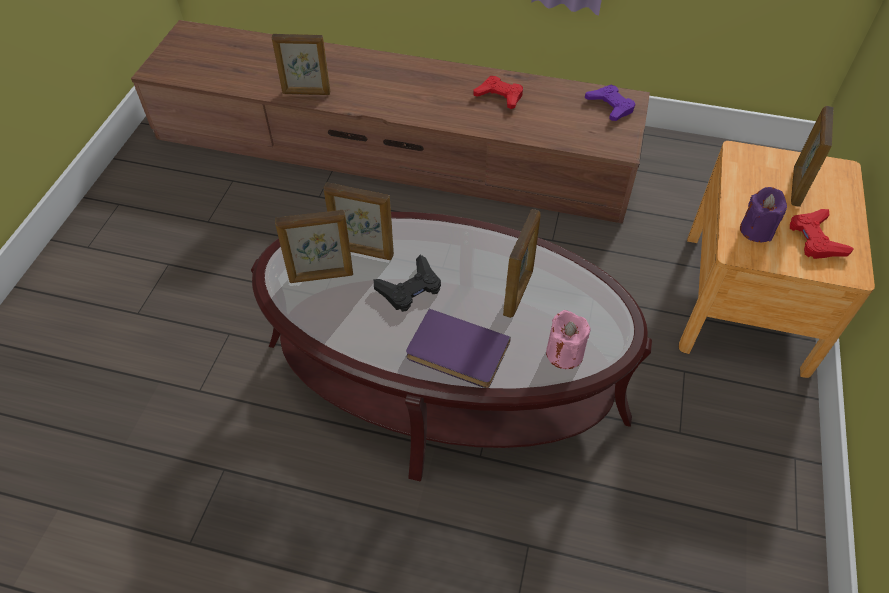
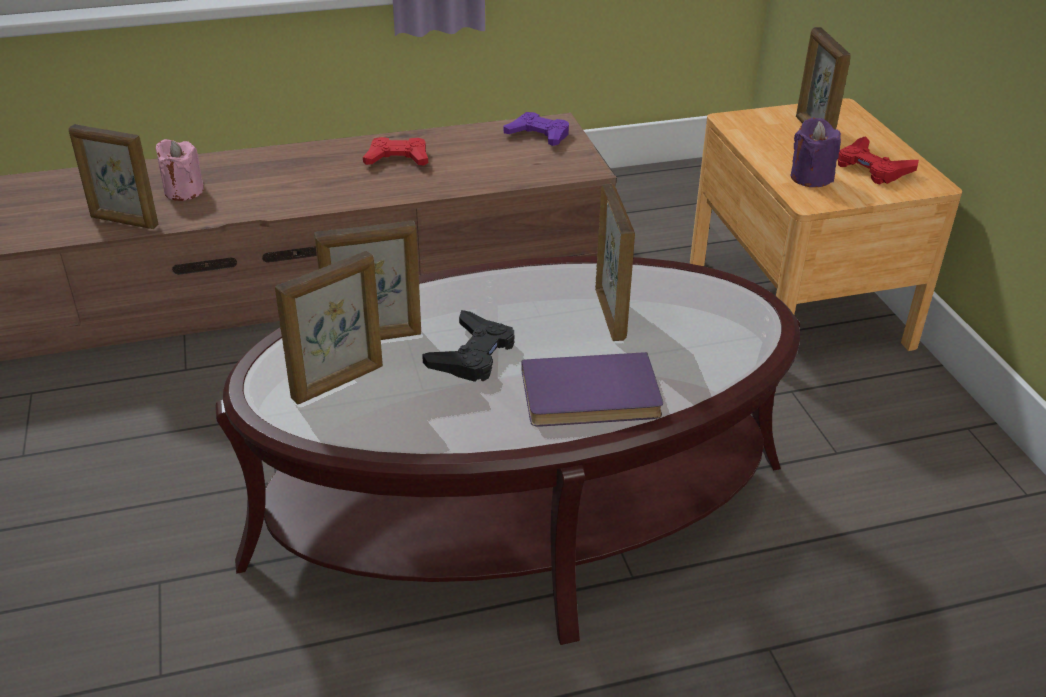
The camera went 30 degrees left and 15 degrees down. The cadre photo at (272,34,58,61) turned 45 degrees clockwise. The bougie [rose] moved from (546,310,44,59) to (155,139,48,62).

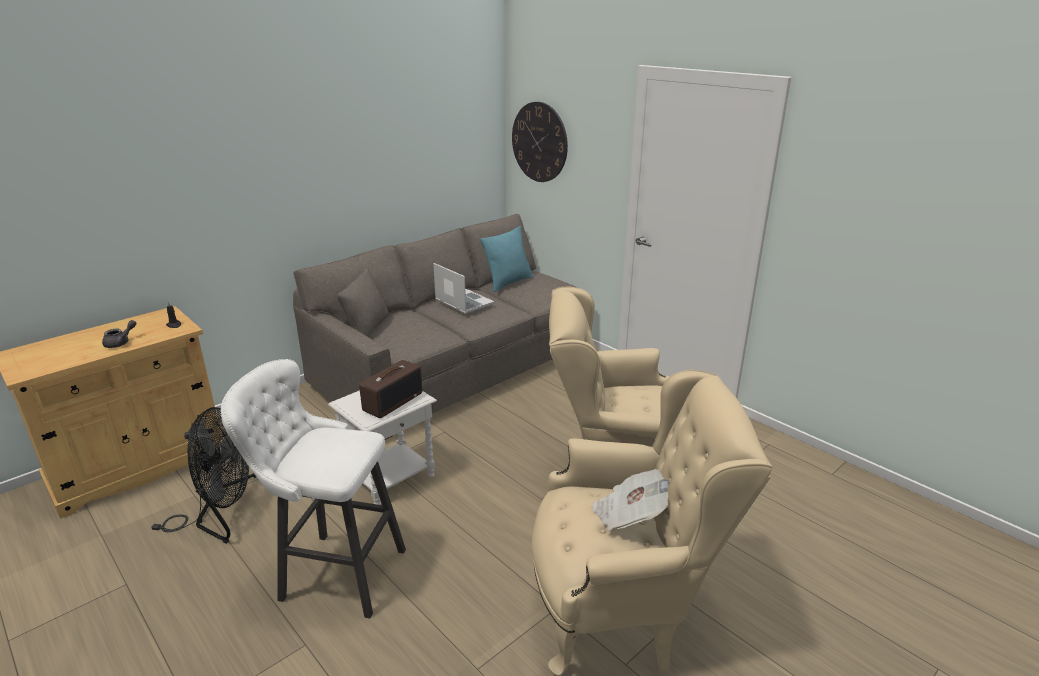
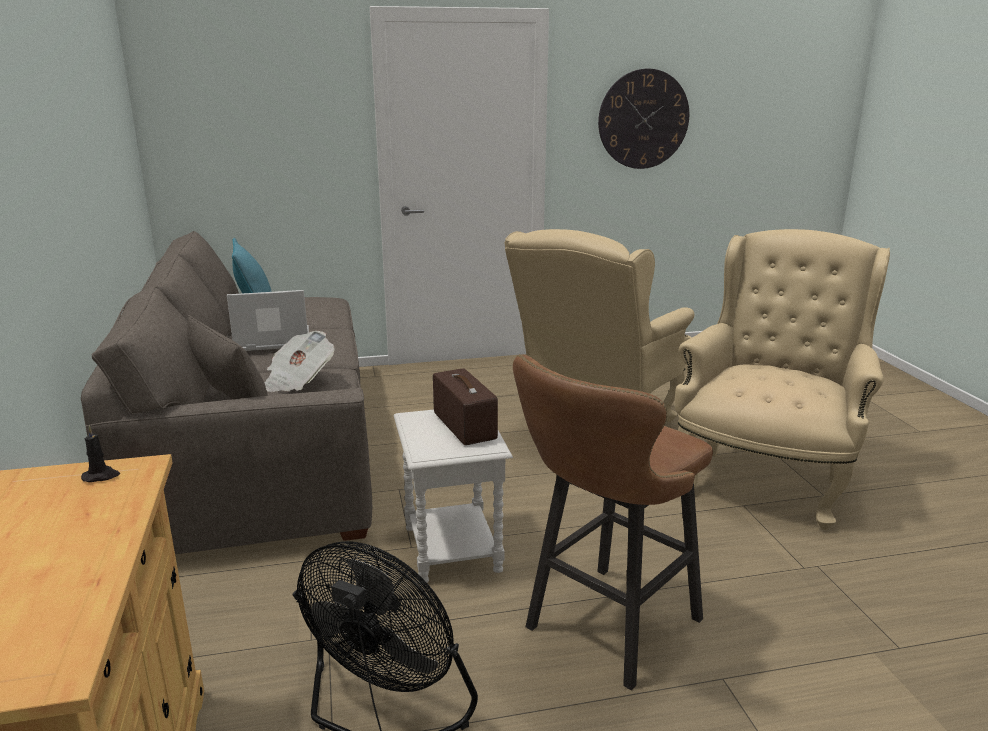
The camera went 60 degrees left and 5 degrees down. The horloge murale moved from (512,102,56,80) to (598,69,91,100). The théière [gris] at (102,320,34,28) disappeared. The tabouret [blanc] at (221,359,185,260) became the tabouret [marron] at (513,354,200,336). The journal moved from (592,469,78,62) to (265,331,70,61).

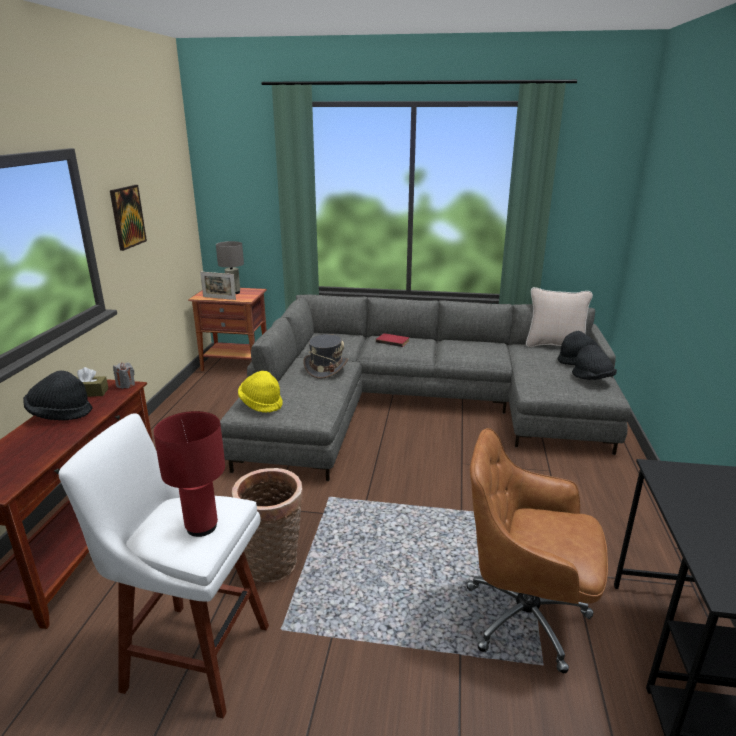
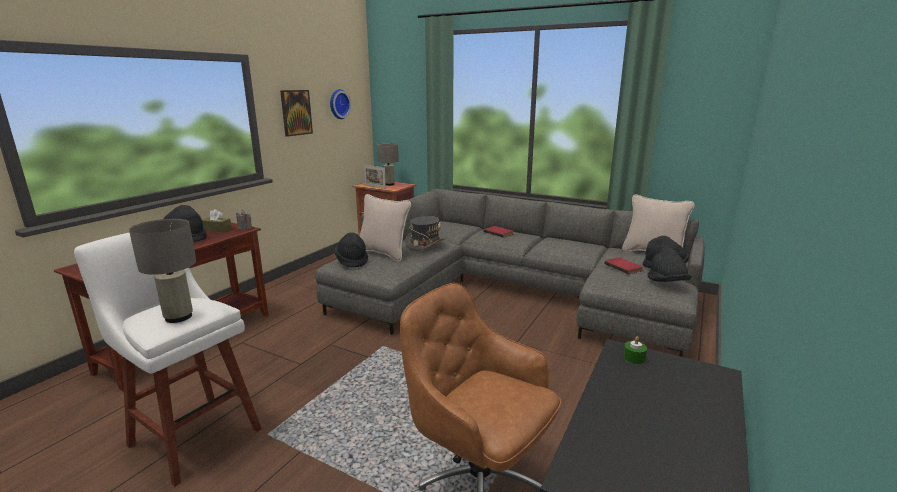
The camera went 20 degrees right and 5 degrees down. The chapeau [jaune] at (238,371,45,42) became the chapeau [noir] at (334,232,34,35). The lampe de table [rouge] at (154,411,71,126) became the lampe de table [gris] at (129,219,67,104). The panier at (232,468,71,114) disappeared. The horloge murale at (330,89,21,30) appeared. The coussin [beige] at (359,194,52,68) appeared. The livre [rouge] at (604,257,39,17) appeared. The bougie [vert] at (623,336,24,28) appeared.

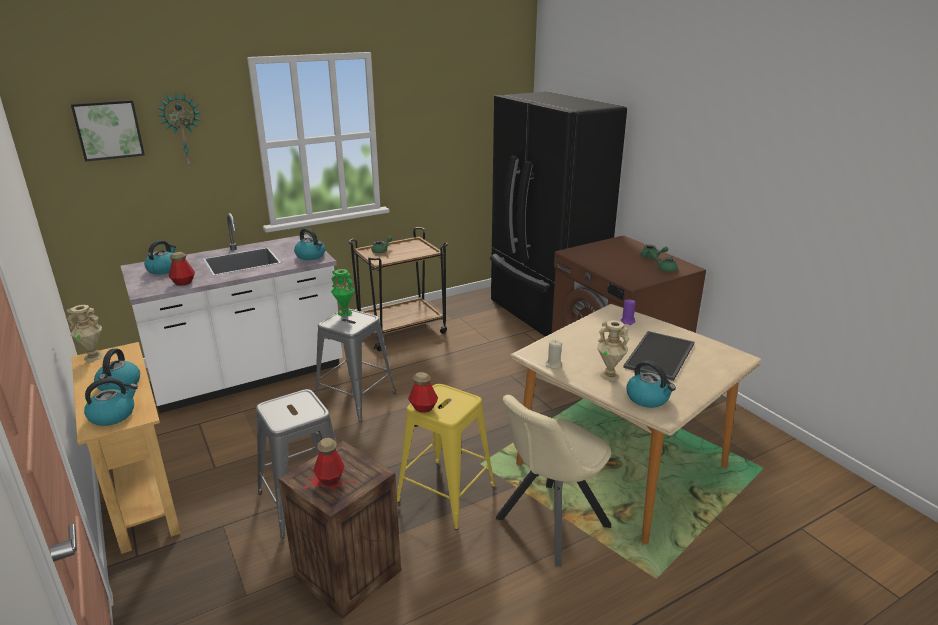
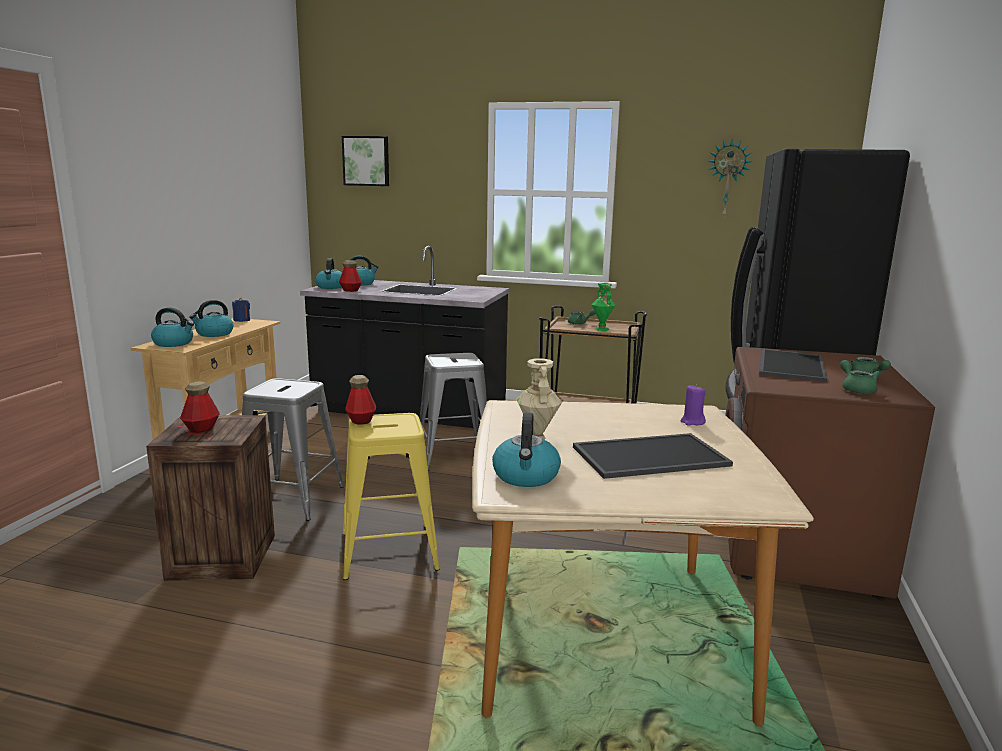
The camera went 45 degrees right and 10 degrees down. The horloge murale moved from (157,93,44,75) to (709,139,43,77). The comptoir de cuisine [blanc] at (121,213,222,201) became the comptoir de cuisine [noir] at (300,246,209,182). The bouilloire moved from (294,228,31,32) to (315,258,27,31). The vase [vert] moved from (331,269,24,47) to (592,283,23,48). The vase [beige] at (67,305,37,56) was replaced by the bougie [bleu] at (232,298,18,24). The bougie [beige] at (545,340,17,29) disappeared. The chaise [beige] at (496,395,115,172) disappeared. The plateau at (759,349,68,33) appeared.

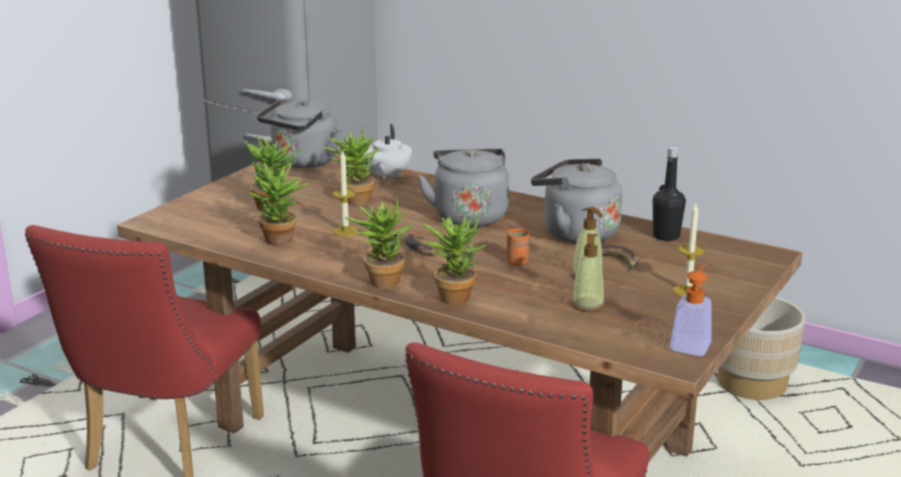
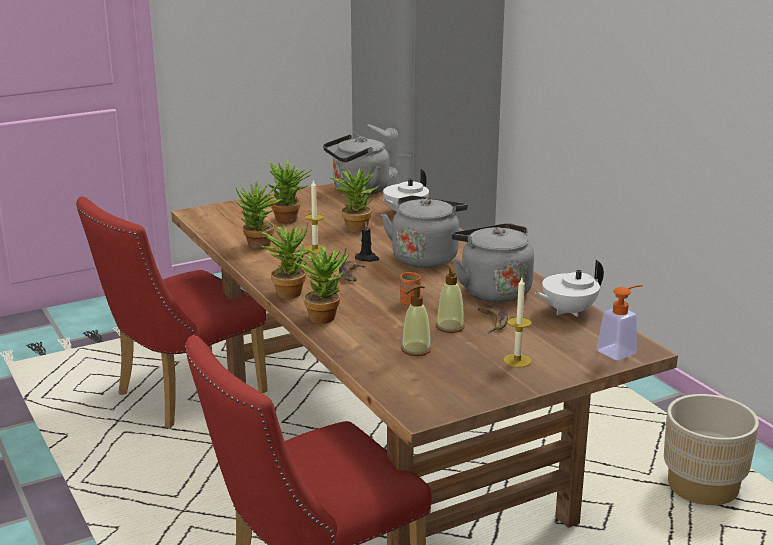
The camera went 30 degrees right and 0 degrees up. The bouteille [noir] at (653,146,33,95) was replaced by the théière [blanc] at (534,260,70,57). The distributeur de savon moved from (670,264,41,92) to (597,285,46,75). The bougie [noir] at (355,221,24,41) appeared.

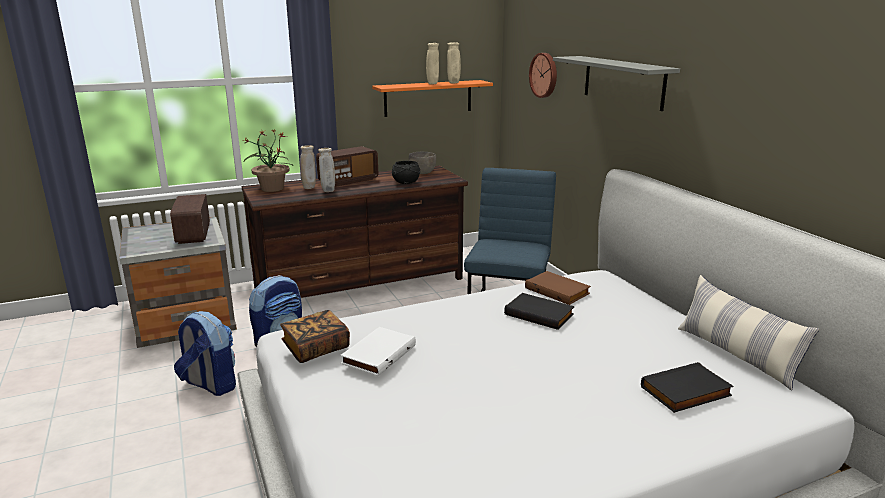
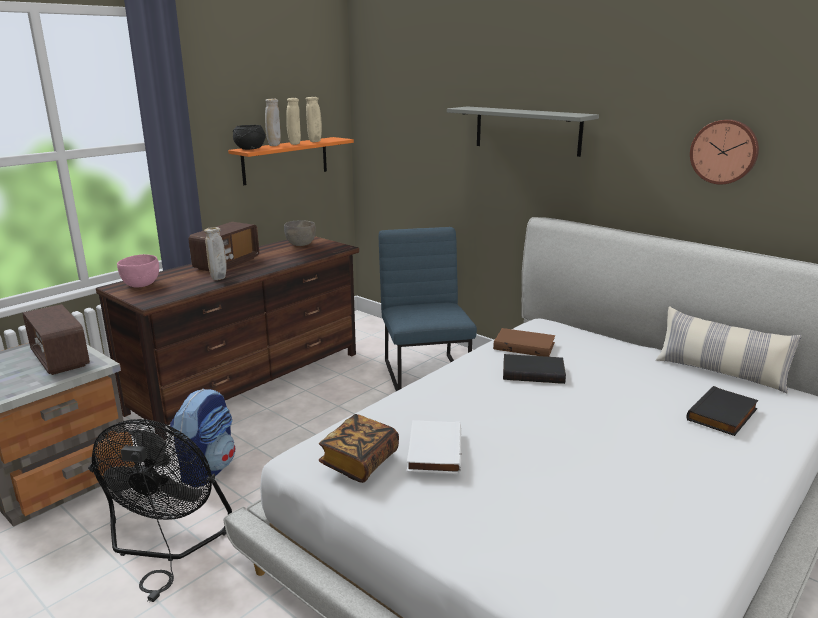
The camera went 25 degrees left and 0 degrees up. The horloge murale moved from (529,53,28,45) to (690,119,69,66). The plante en pot at (242,129,51,63) was replaced by the bol [rose] at (117,254,42,34). The vase [beige] moved from (300,145,16,44) to (265,99,16,47). The bol [noir] moved from (392,161,28,23) to (233,125,33,25). The sac à dos at (174,311,62,85) was replaced by the ventilateur [noir] at (88,419,144,183).

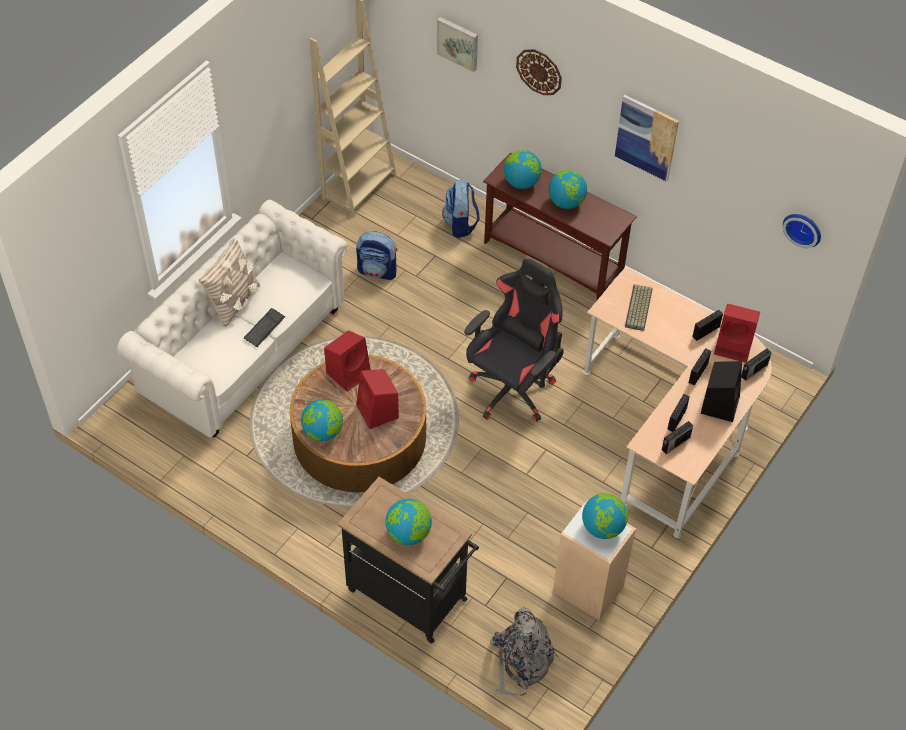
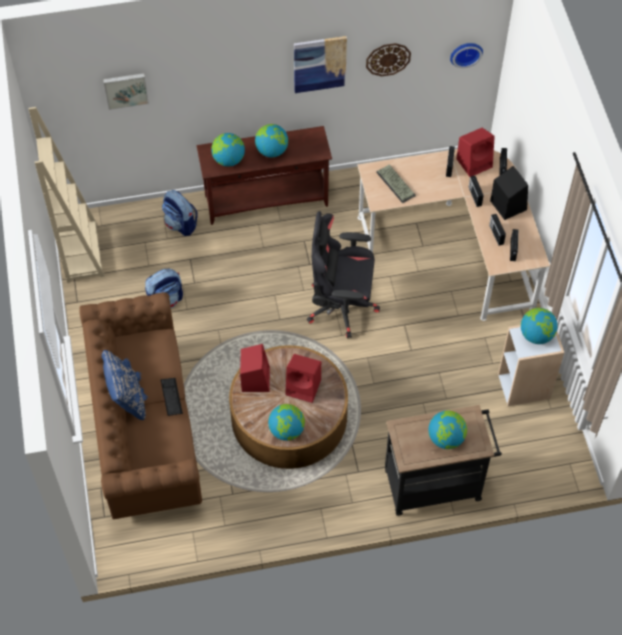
The camera went 45 degrees left and 5 degrees up. The horloge murale moved from (516,49,46,46) to (366,43,45,33). The canapé [blanc] at (117,200,230,238) became the canapé [marron] at (79,292,123,227). The coussin [beige] at (199,238,61,89) became the coussin [bleu] at (102,350,46,70). The chaise de bureau [noir] at (464,259,100,163) turned 75 degrees counterclockwise. The sac à dos [gris] at (490,607,69,89) disappeared.

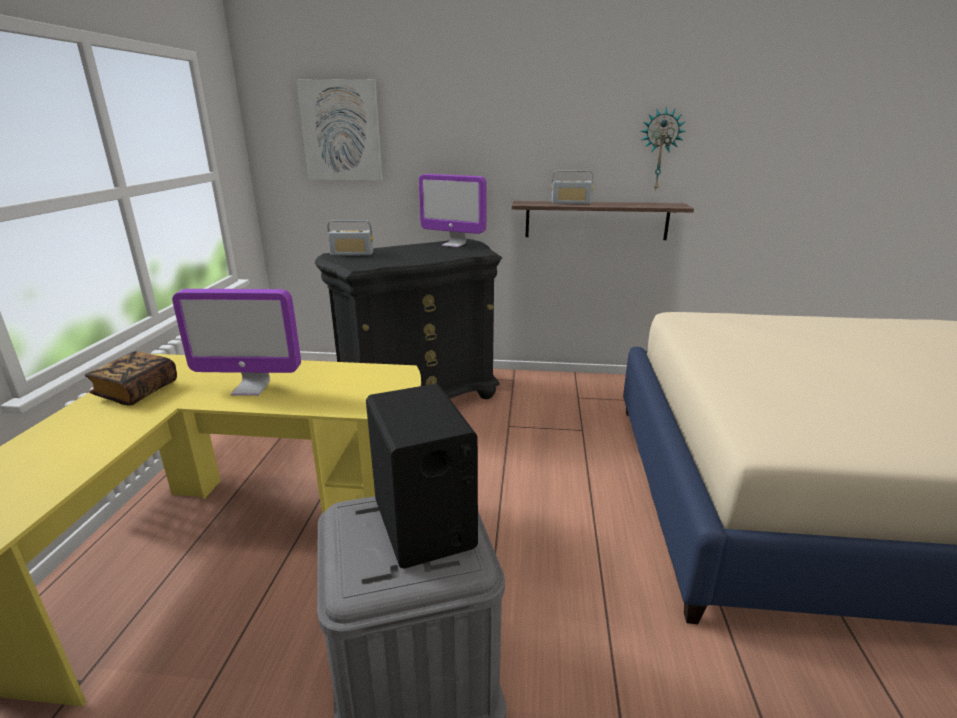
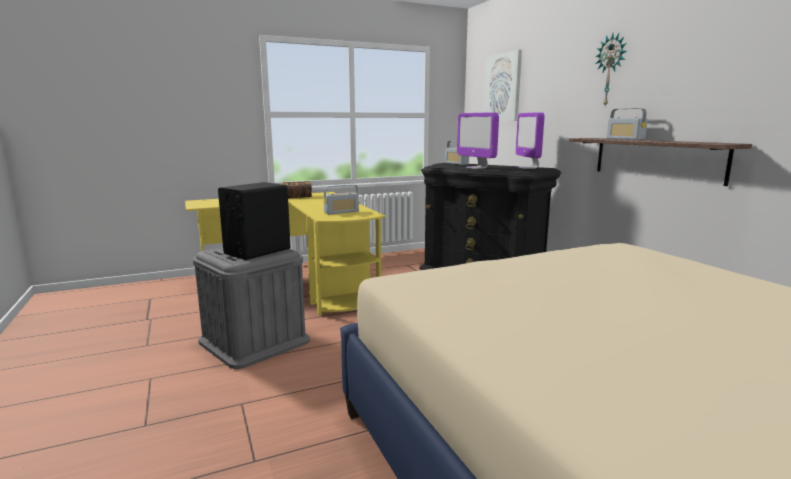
The camera went 60 degrees right and 10 degrees down. The horloge murale moved from (641,106,45,86) to (596,33,31,73). The écran d'ordinateur moved from (172,289,129,107) to (457,112,42,57). The radio at (324,184,35,30) appeared.

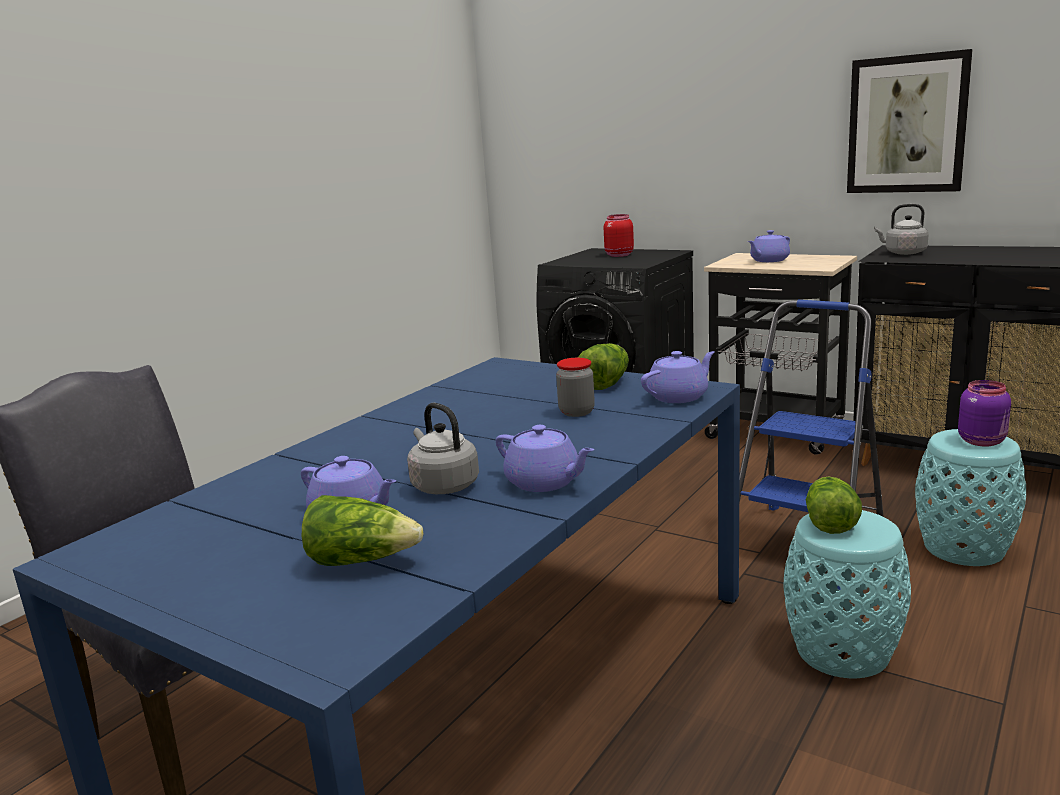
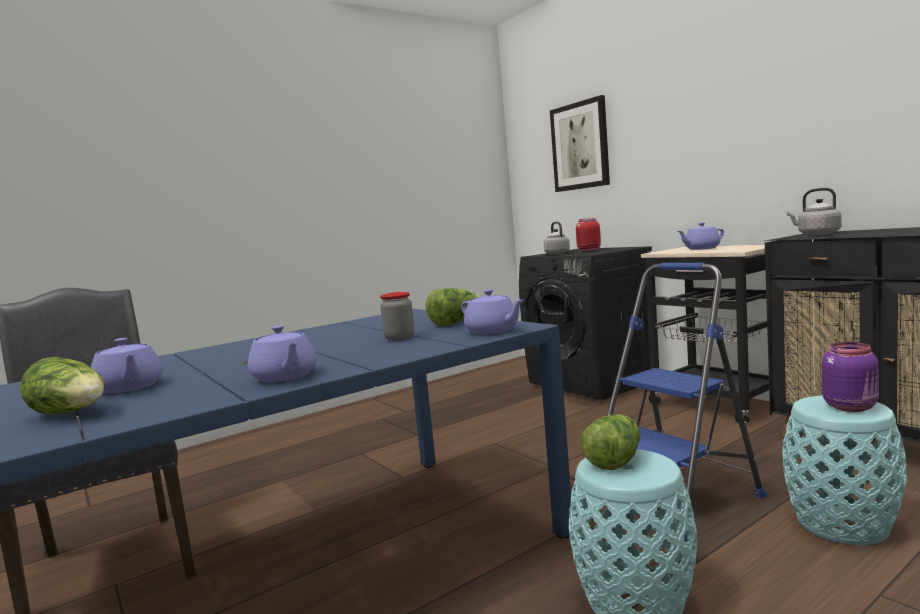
The camera went 20 degrees right and 10 degrees down. The tableau moved from (847,49,126,144) to (550,95,60,97). The théière [violet] at (641,351,74,52) turned 60 degrees clockwise. The bouilloire [gris] moved from (407,402,72,92) to (544,221,26,33).

